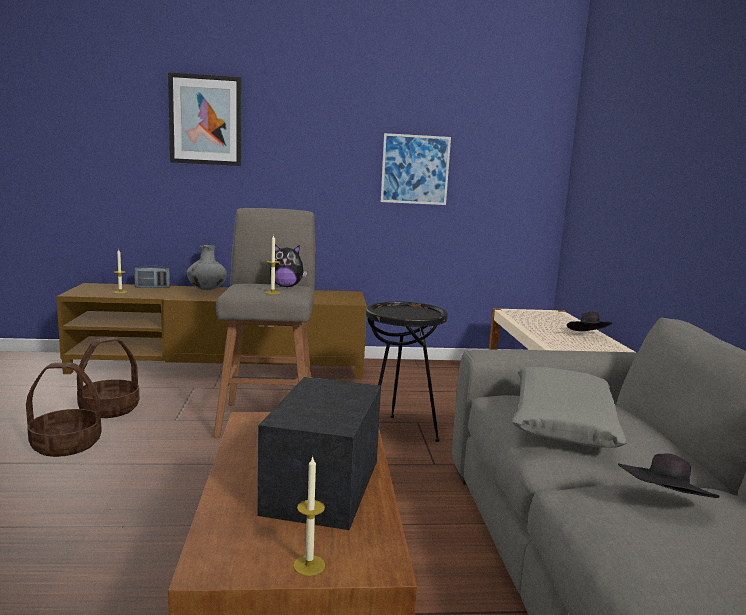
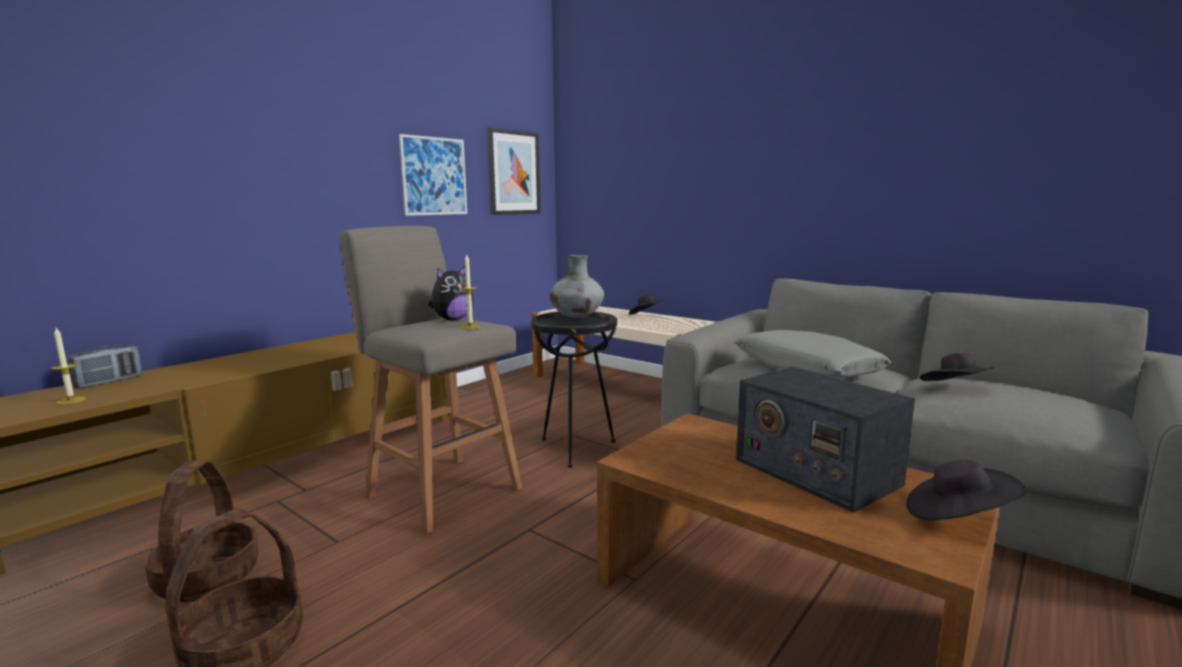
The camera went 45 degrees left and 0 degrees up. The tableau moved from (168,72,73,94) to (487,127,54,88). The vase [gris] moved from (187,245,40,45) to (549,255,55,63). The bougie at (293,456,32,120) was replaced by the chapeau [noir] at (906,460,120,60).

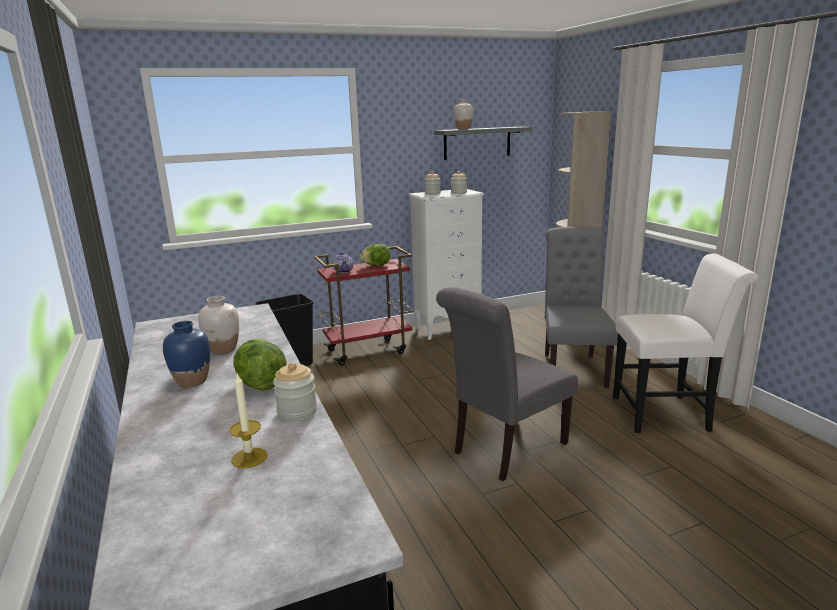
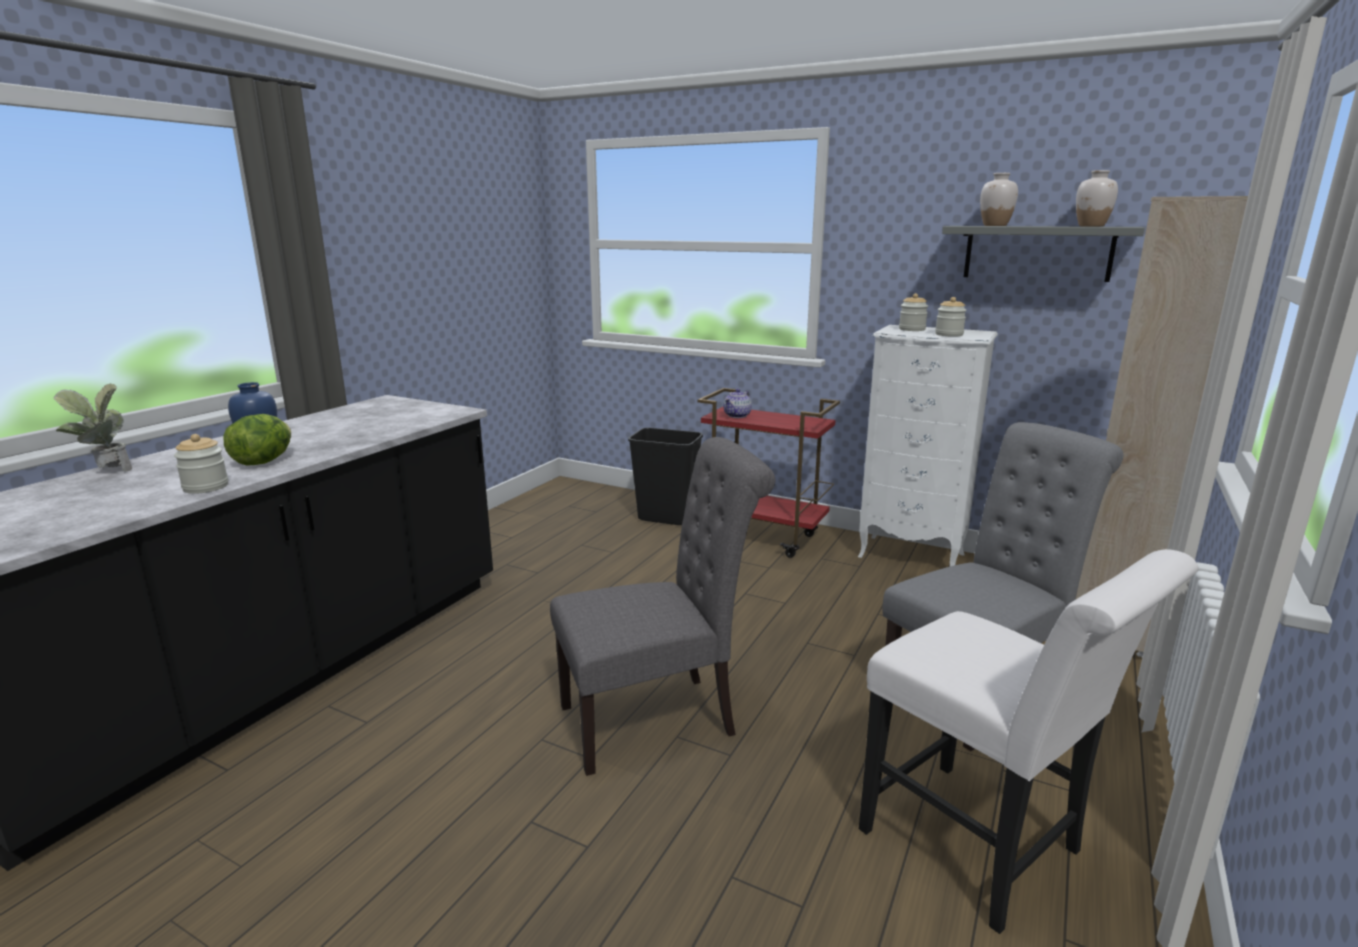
The camera went 50 degrees right and 0 degrees up. The laitue at (360,244,30,22) disappeared. The chaise [gris] at (436,287,142,194) turned 150 degrees clockwise. The vase [blanc] moved from (198,296,41,59) to (1076,170,42,57). The bougie at (229,373,38,96) disappeared. The plante en pot at (54,383,78,88) appeared.

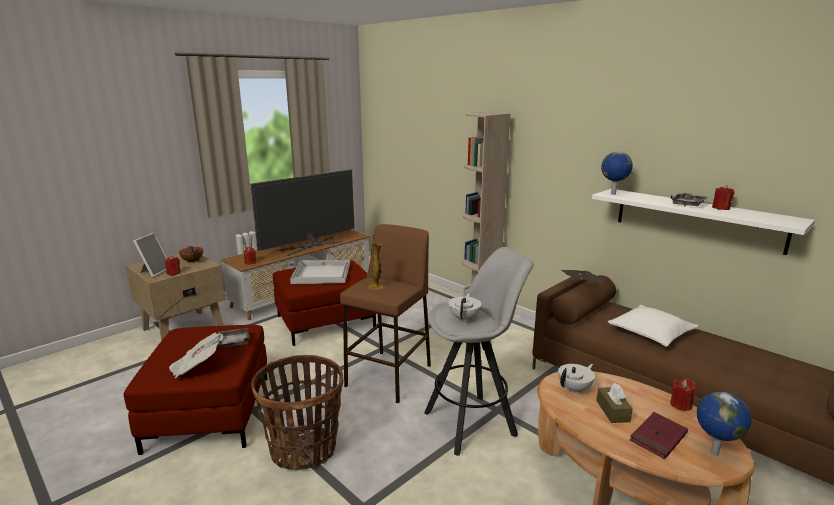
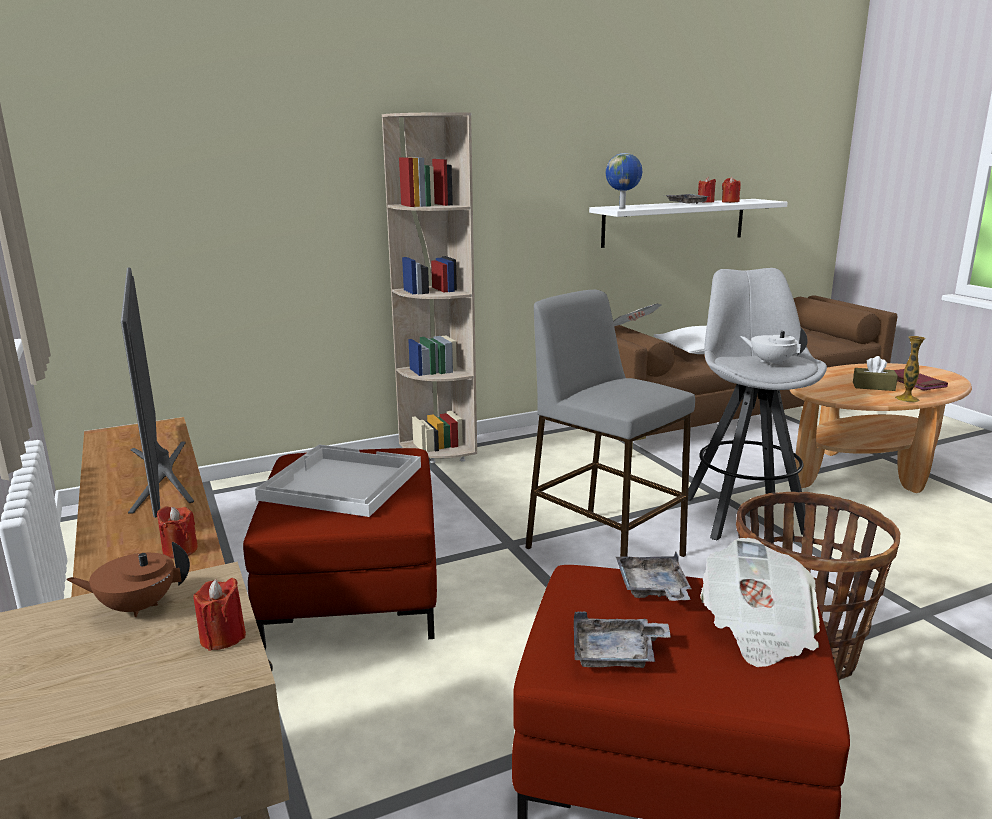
The camera went 70 degrees left and 0 degrees up. The tabouret [marron] at (340,224,91,179) became the tabouret [gris] at (525,290,170,267). The cadre photo at (133,233,34,44) disappeared. The vase moved from (368,243,16,47) to (895,336,31,66). The théière [blanc] at (558,364,37,29) disappeared. The bougie [rouge] moved from (670,378,26,33) to (722,177,19,26). The globe at (697,392,55,64) disappeared. The plateau [gris] at (574,612,97,56) appeared.

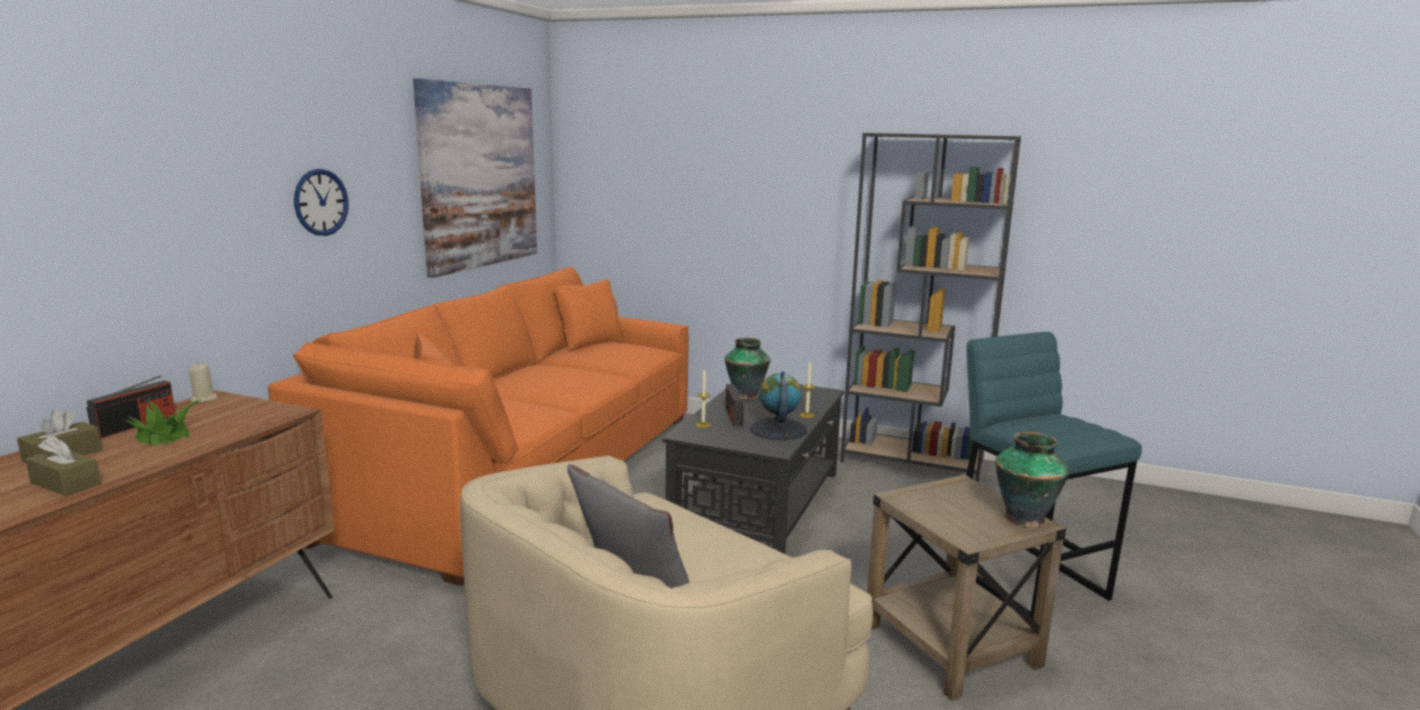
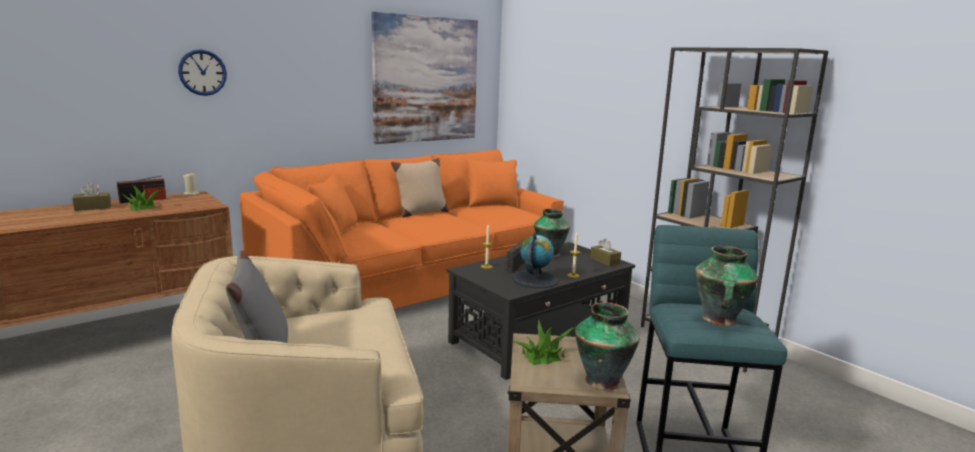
The camera went 30 degrees right and 0 degrees up. The horloge murale moved from (294,169,55,67) to (178,49,49,47). The boîte à mouchoirs [marron] moved from (25,435,76,61) to (590,238,31,28). The coussin [beige] at (391,158,58,59) appeared. The vase at (695,246,63,80) appeared. The plante en pot at (511,319,64,46) appeared.

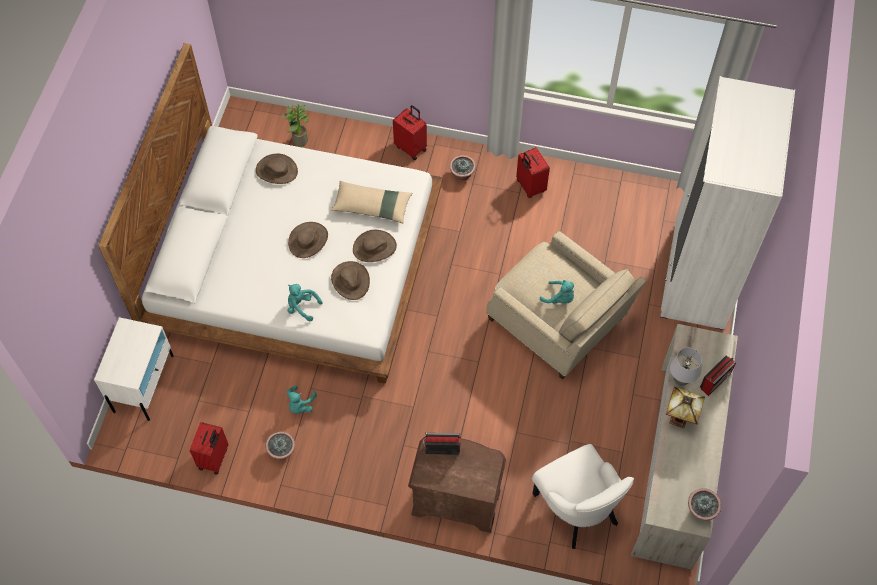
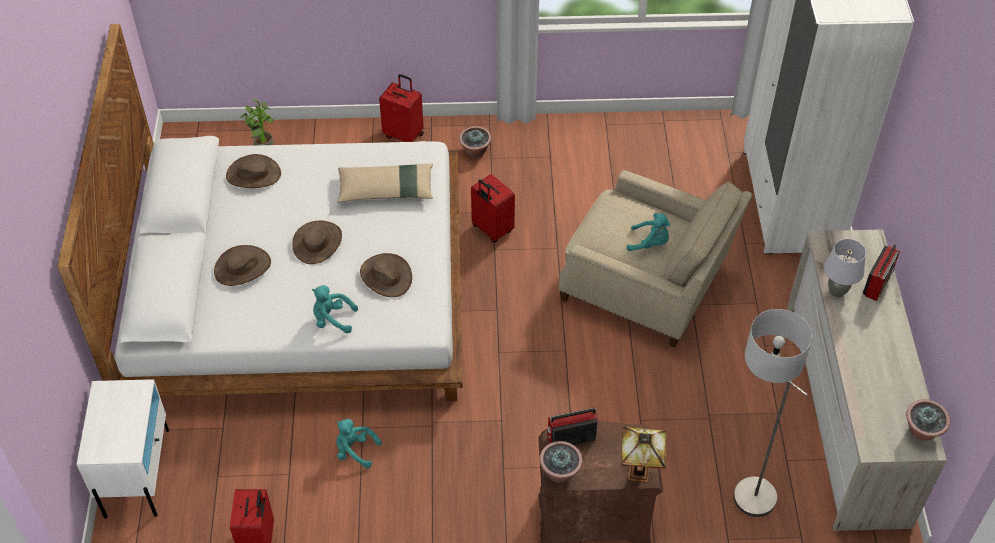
The camera went 15 degrees left and 10 degrees down. The valise [rouge] moved from (516,147,34,51) to (471,174,44,69). The chapeau [marron] moved from (353,230,44,32) to (214,245,57,41). The peluche [turquoise] at (287,385,30,29) turned 105 degrees clockwise. The lampe de table moved from (666,387,39,42) to (621,427,45,56). The plante en pot moved from (265,431,30,29) to (539,441,44,42). The chaise [blanc] at (532,444,102,105) was replaced by the lampadaire [gris] at (733,309,79,208).

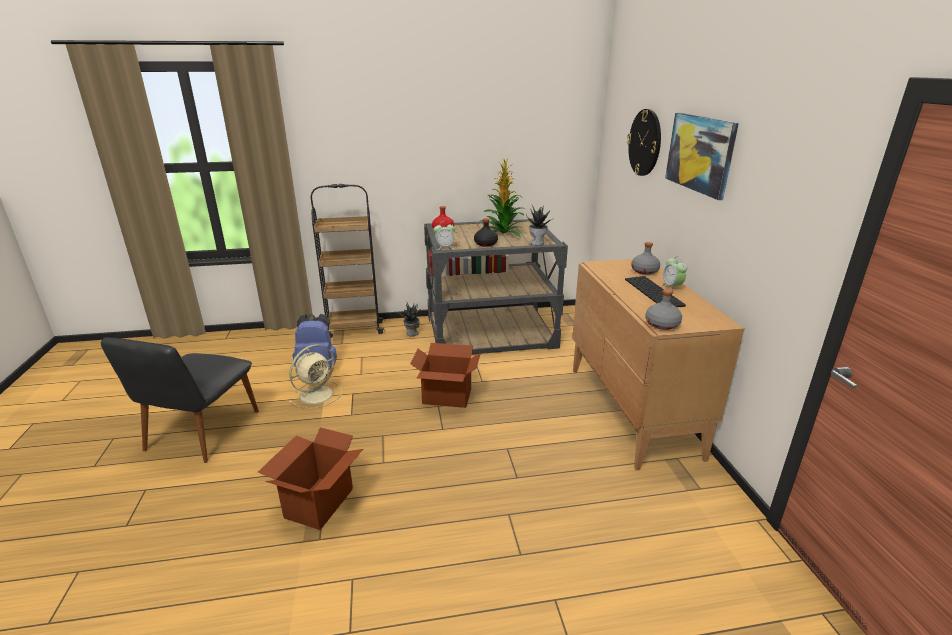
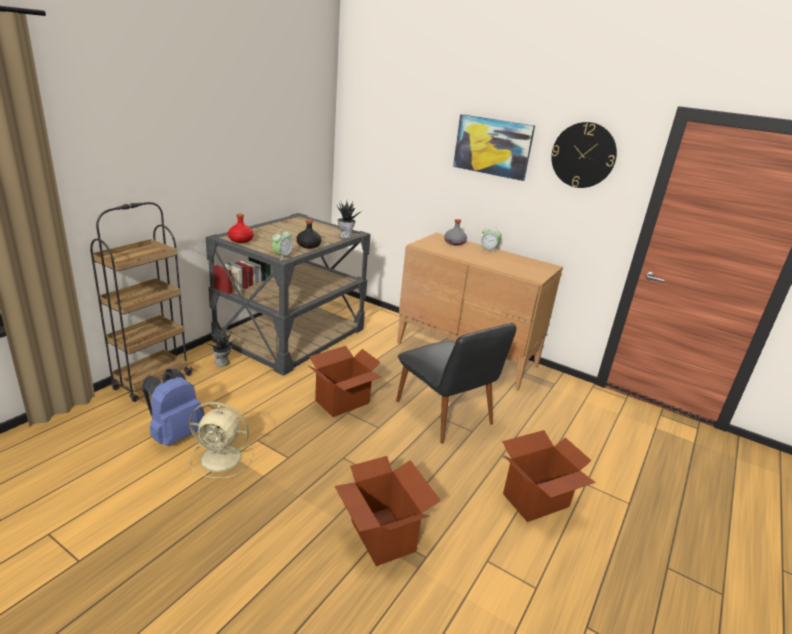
The camera went 50 degrees left and 0 degrees up. The horloge murale moved from (627,109,34,67) to (551,122,66,66). The plante en pot at (480,158,46,80) disappeared. The clavier at (625,276,61,31) disappeared. The bouteille [gris] at (645,289,37,41) disappeared. The chaise [noir] moved from (101,337,158,126) to (396,323,121,120). The ventilateur [beige] at (289,344,53,65) turned 105 degrees clockwise. The carton at (502,430,94,92) appeared.

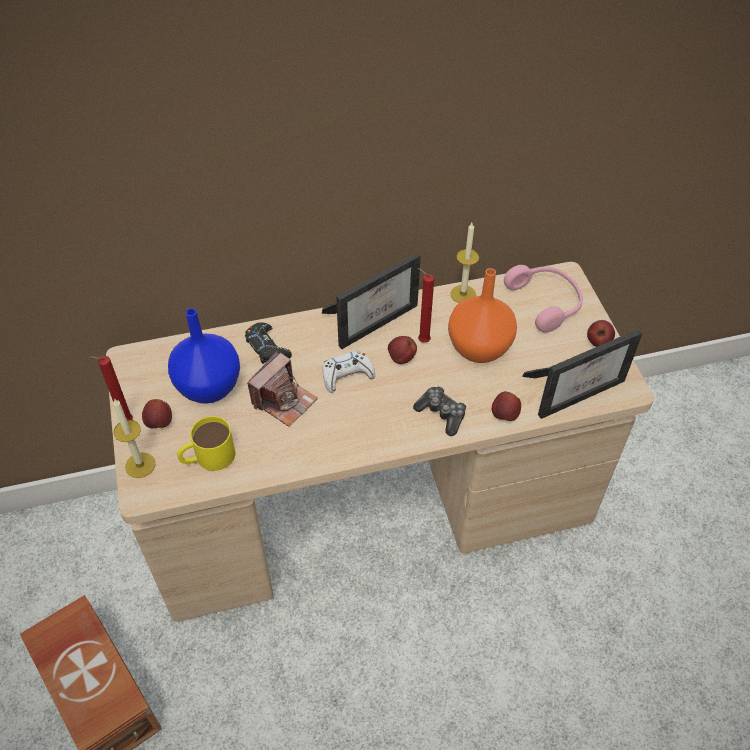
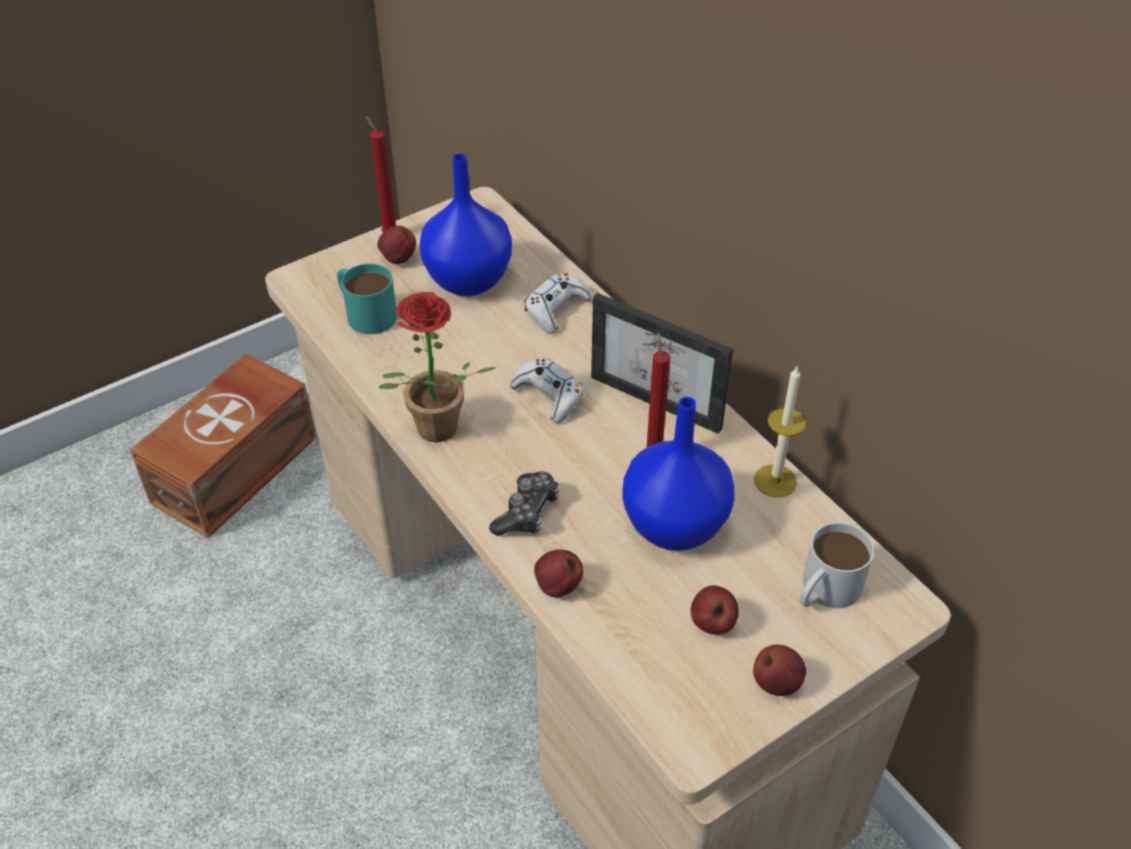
The camera went 70 degrees right and 5 degrees down. The casque audio [rose] at (504,265,79,67) was replaced by the mug [blanc] at (800,522,74,86). The vase [orange] at (448,268,69,95) became the vase [bleu] at (622,397,113,154). The manette [noir] at (245,322,47,42) became the manette [blanc] at (524,273,68,61). The cadre photo at (522,329,121,90) disappeared. The pomme moved from (388,336,29,28) to (691,585,48,49). The appareil photo at (247,352,71,75) disappeared. The bougie at (113,398,43,80) disappeared. The mug [jaune] at (177,416,59,55) became the mug [turquoise] at (337,263,60,71). The plante en pot at (379,292,117,151) appeared.

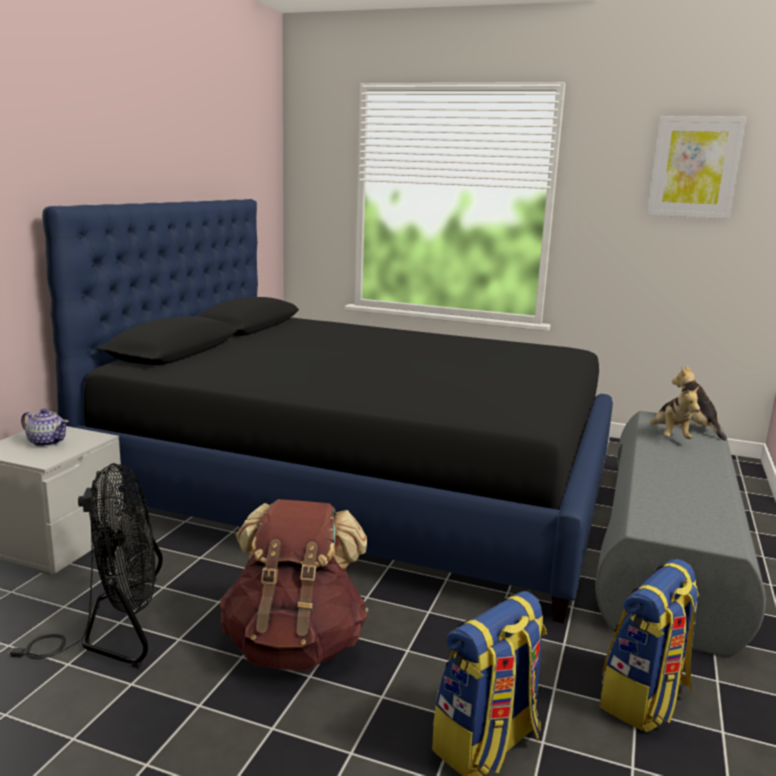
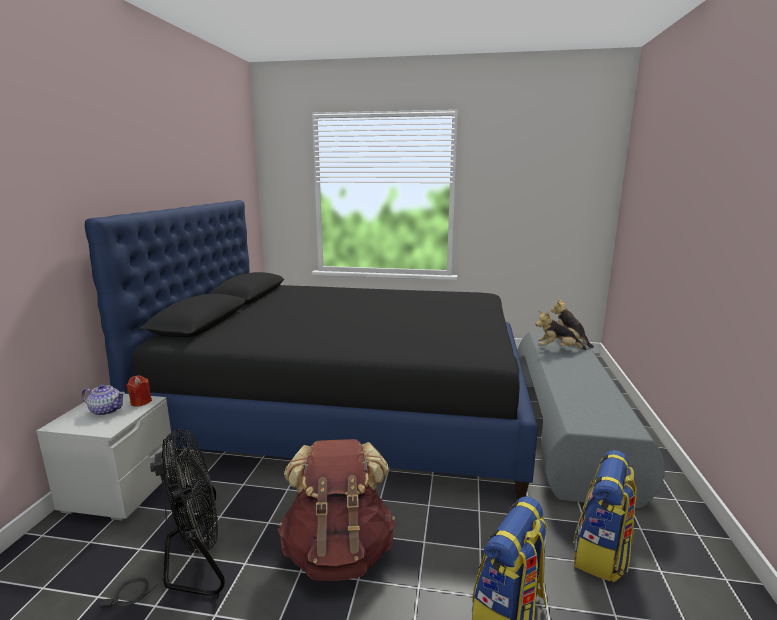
The camera went 10 degrees left and 0 degrees up. The tableau at (647,116,99,103) disappeared. The peluche at (650,386,50,53) turned 105 degrees clockwise. The bougie [rouge] at (126,375,26,32) appeared.

